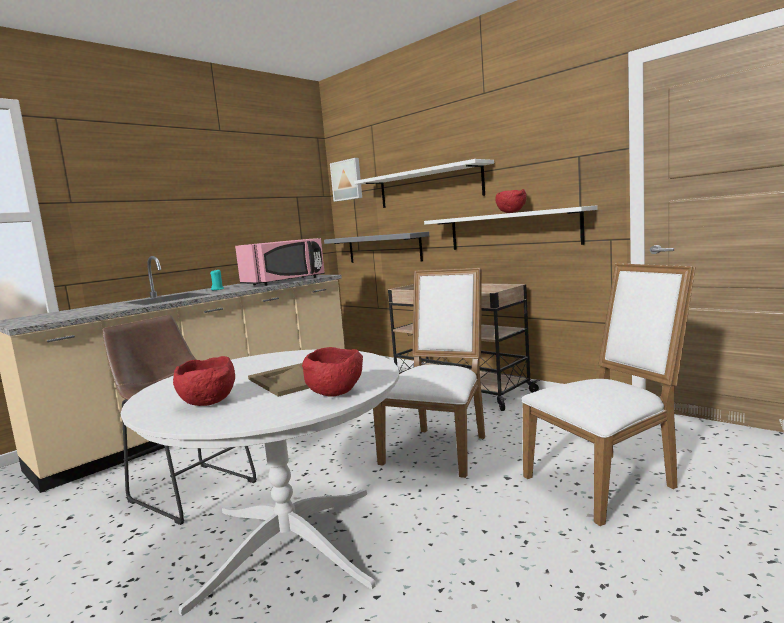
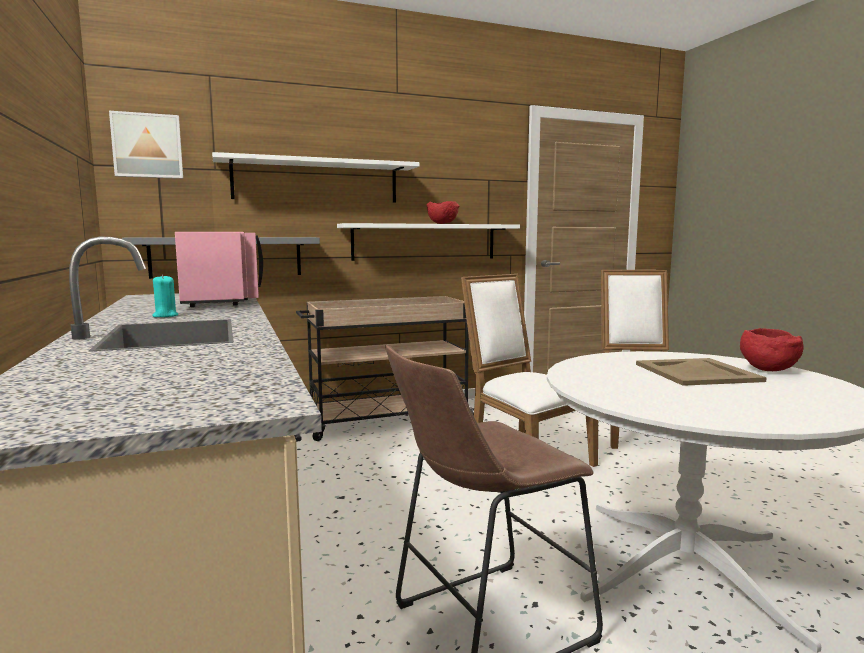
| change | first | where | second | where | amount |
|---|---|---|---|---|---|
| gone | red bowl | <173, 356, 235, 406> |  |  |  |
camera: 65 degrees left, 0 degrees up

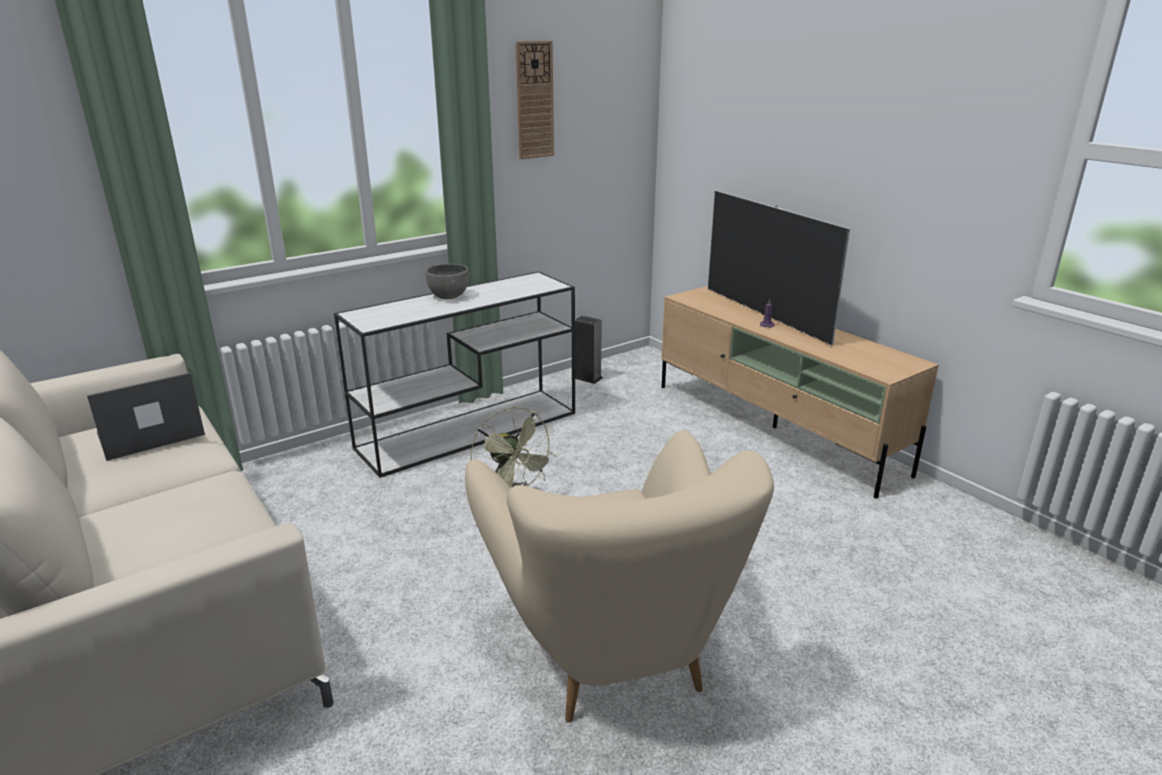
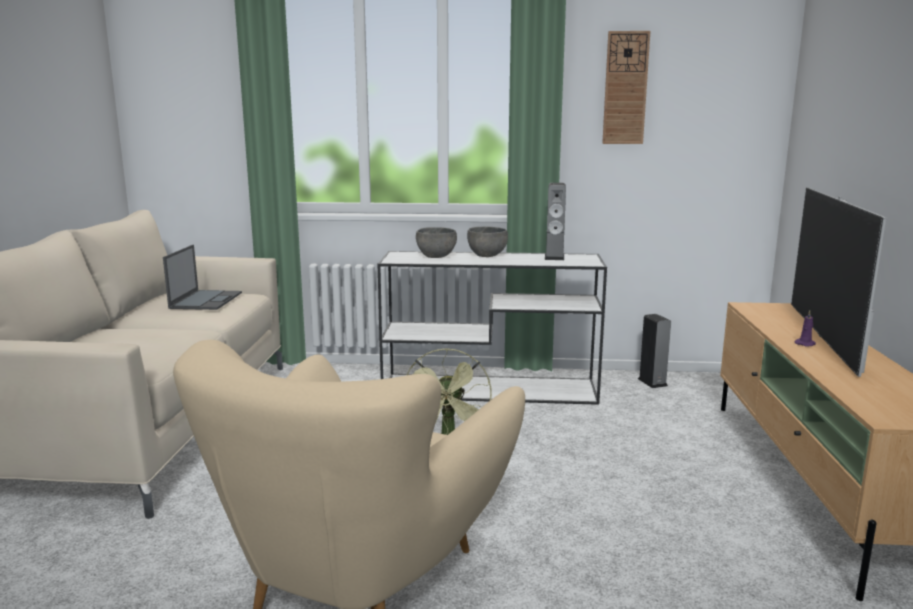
| change | first | where | second | where | amount |
|---|---|---|---|---|---|
| rotated | laptop | <87, 372, 205, 461> |  | <163, 245, 242, 310> | 90 degrees clockwise |
| new |  |  | grey bowl | <416, 227, 457, 258> |  |
| new |  |  | speaker | <545, 183, 566, 260> |  |
camera: 40 degrees right, 10 degrees down

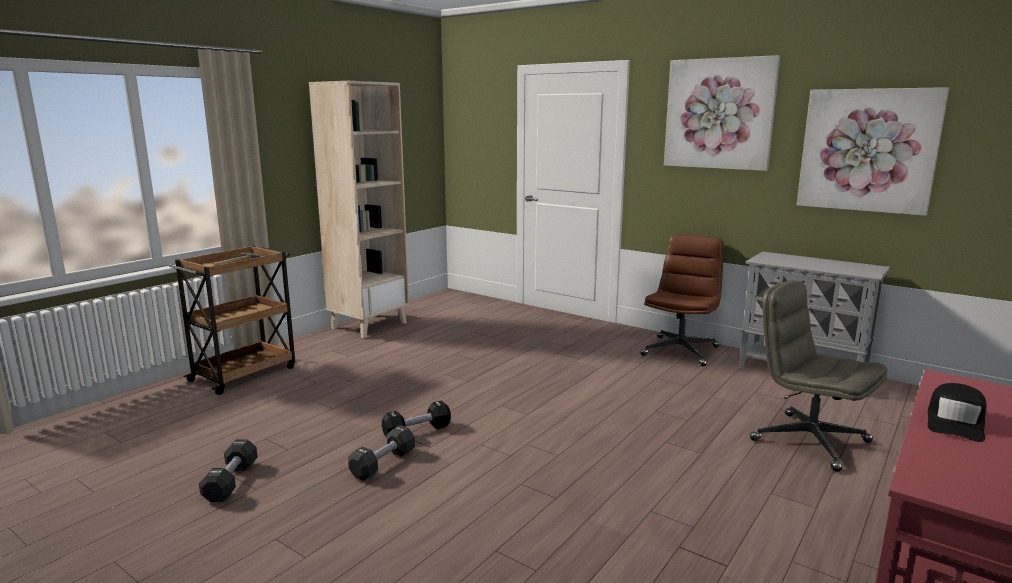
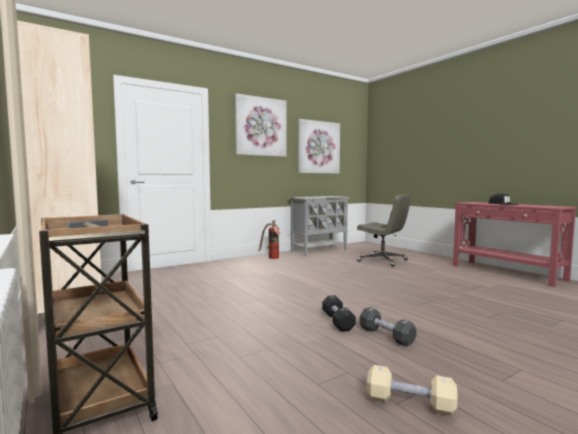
| change | first | where | second | where | amount |
|---|---|---|---|---|---|
| swapped | brown office chair | <640, 234, 724, 367> | fire extinguisher | <258, 220, 280, 259> |  |
| rotated | grey office chair | <750, 280, 888, 472> |  | <357, 194, 411, 267> | 120 degrees counterclockwise |
| repainted | black dumbbell | <199, 439, 258, 502> | beige dumbbell | <367, 365, 458, 416> |  |
camera: 70 degrees left, 10 degrees down

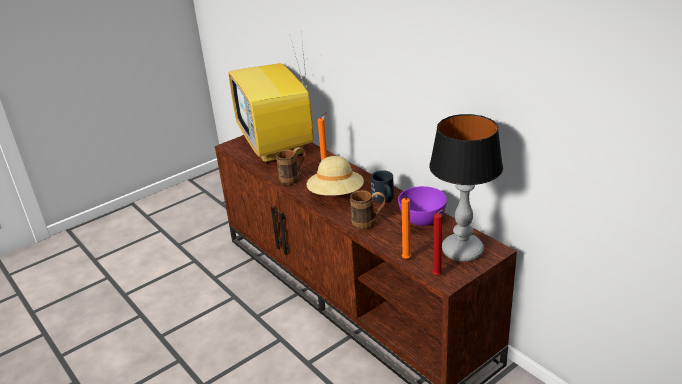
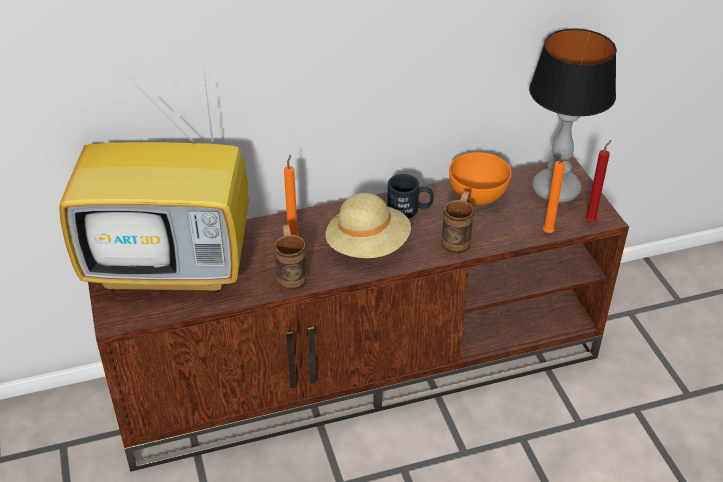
| change | first | where | second | where | amount |
|---|---|---|---|---|---|
| repainted | purple bowl | <398, 186, 447, 226> | orange bowl | <449, 152, 512, 205> |  |
camera: 70 degrees left, 10 degrees up

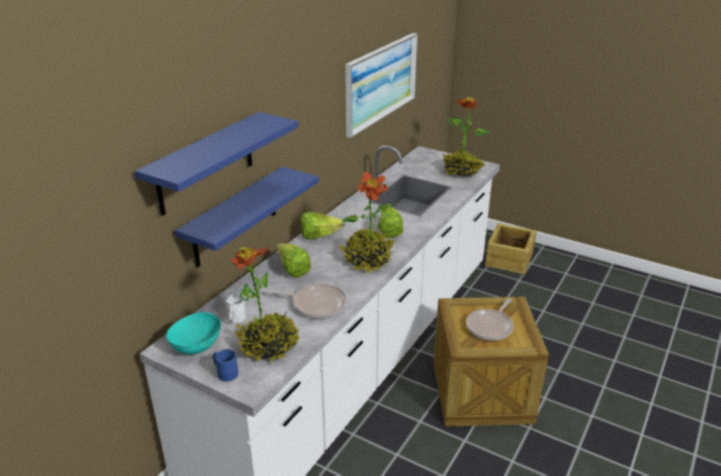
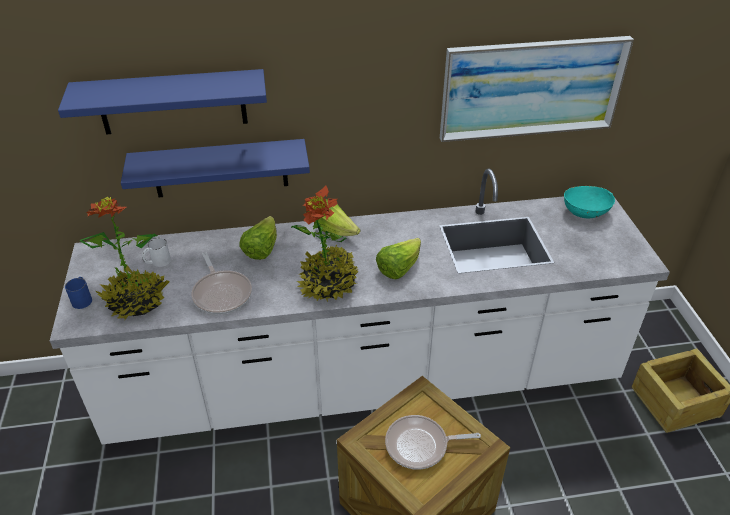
| change | first | where | second | where | amount |
|---|---|---|---|---|---|
| shifted | turquoise bowl | <166, 312, 221, 355> |  | <564, 186, 615, 218> |  |
| gone | potted plant | <443, 97, 490, 176> |  |  |  |
camera: 50 degrees right, 10 degrees up

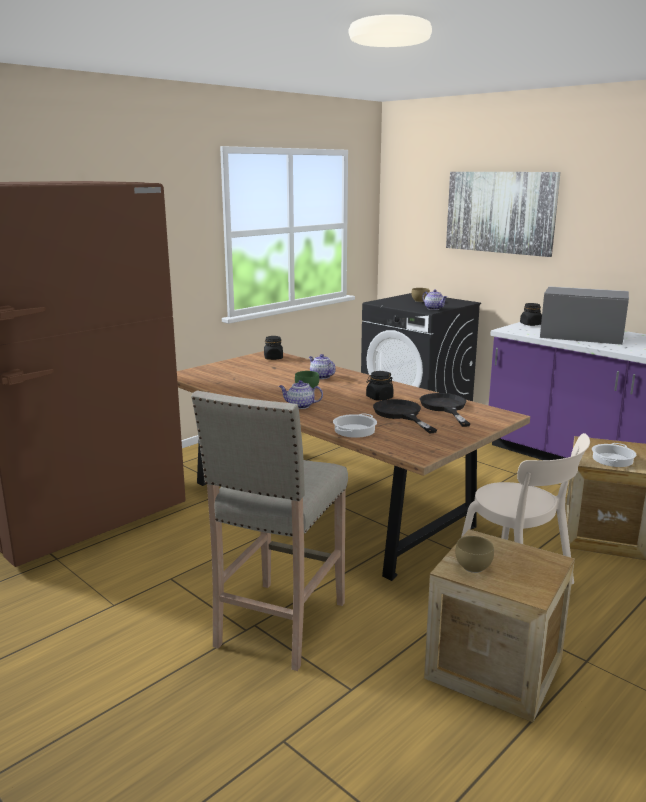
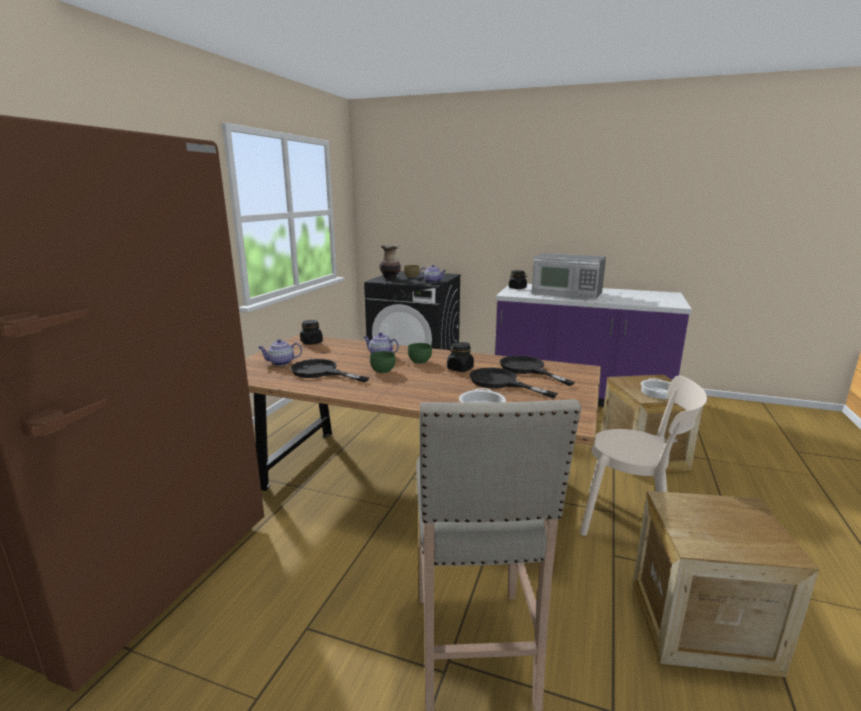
| change | first | where | second | where | amount |
|---|---|---|---|---|---|
| shifted | teapot | <279, 380, 323, 409> |  | <258, 339, 302, 366> |  |
| new |  |  | black frying pan | <291, 359, 369, 382> |  |
| new |  |  | vase | <379, 244, 401, 279> |  |
| new |  |  | green bowl | <408, 343, 432, 364> |  |
| rotated | microwave | <540, 286, 629, 345> |  | <531, 253, 606, 300> | 150 degrees counterclockwise |
| gone | picture | <446, 172, 560, 257> |  |  |  |
| gone | brown bowl | <455, 536, 494, 573> |  |  |  |
camera: 25 degrees left, 0 degrees up

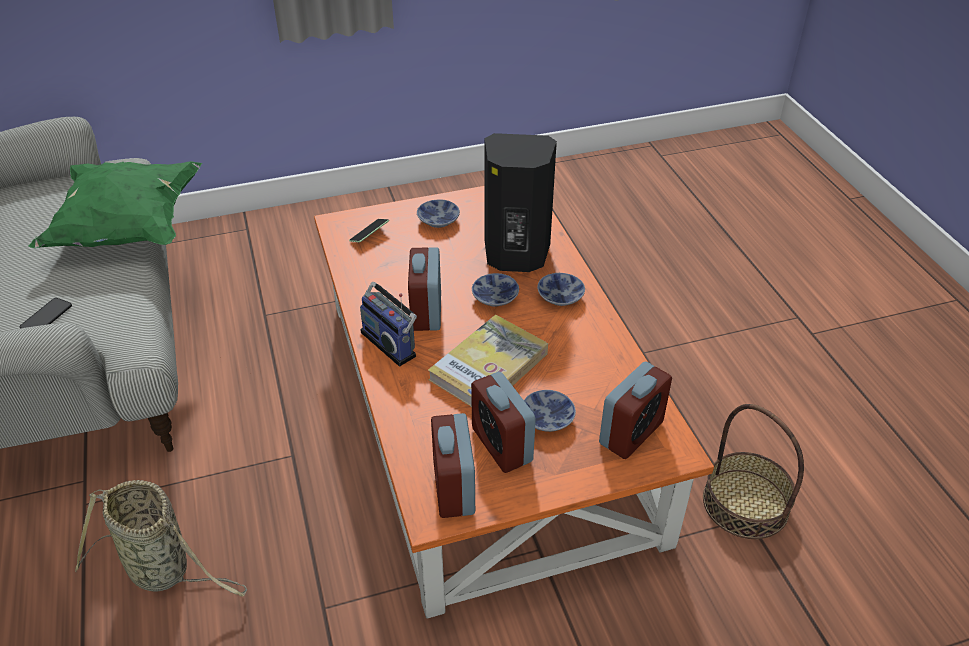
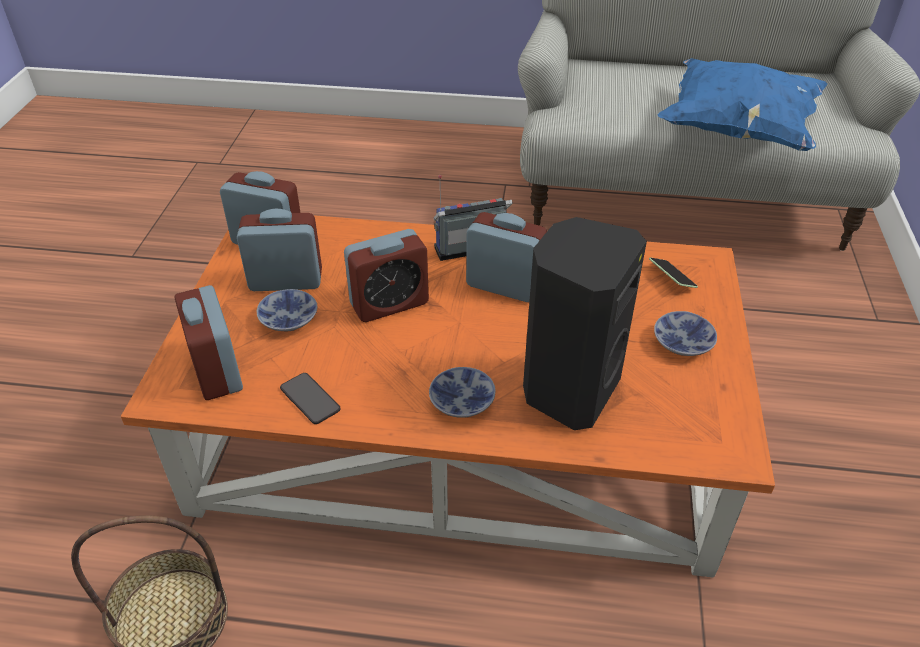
| change | first | where | second | where | amount |
|---|---|---|---|---|---|
| shifted | phone | <19, 298, 72, 328> |  | <280, 373, 341, 424> |  |
| swapped | book | <428, 315, 548, 407> | alarm clock | <344, 229, 429, 322> |  |
| repainted | green pillow | <29, 161, 202, 248> | blue pillow | <658, 58, 827, 151> |  |
| gone | basket | <75, 480, 248, 597> |  |  |  |
| gone | bowl | <472, 273, 519, 307> |  |  |  |
camera: 115 degrees right, 0 degrees up

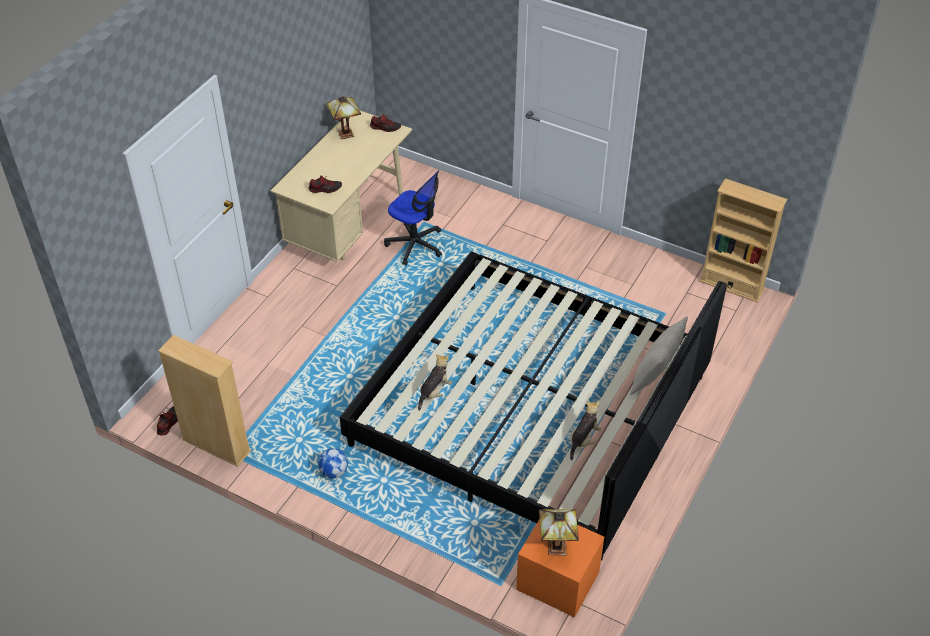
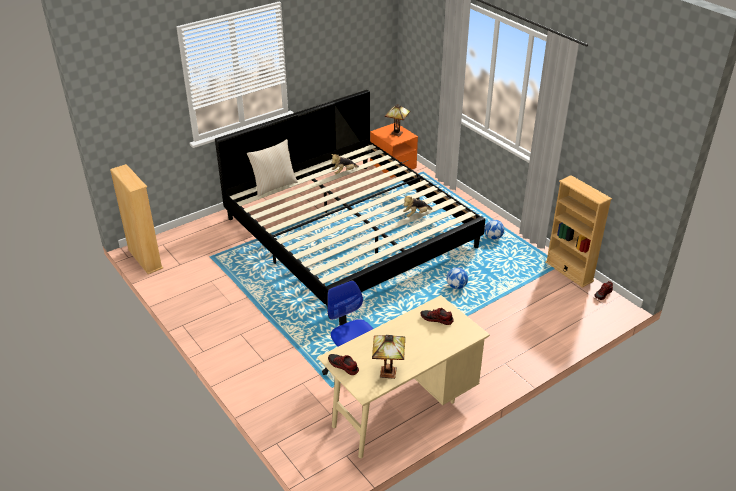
| change | first | where | second | where | amount |
|---|---|---|---|---|---|
| new |  |  | football | <446, 268, 468, 289> |  |
camera: 155 degrees left, 10 degrees down

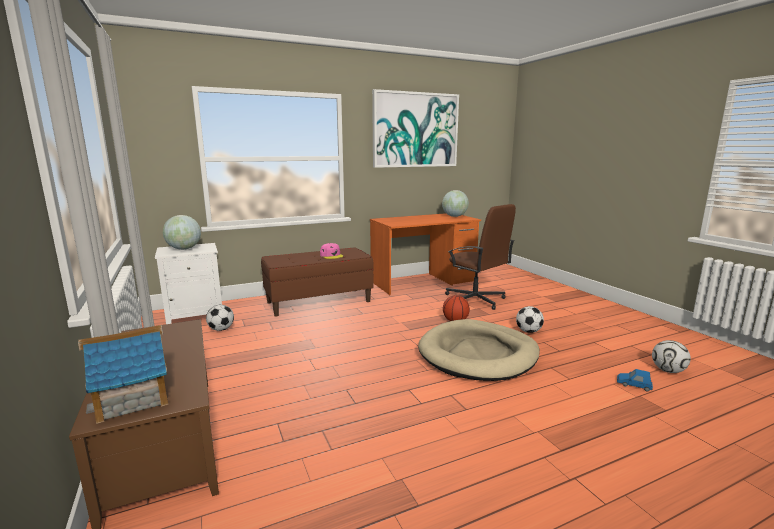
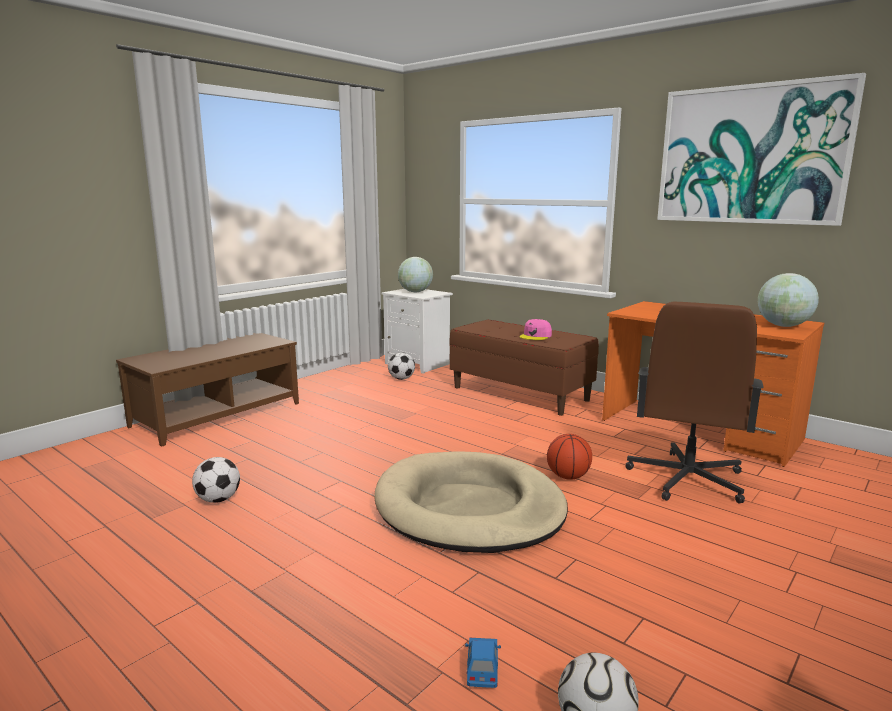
| change | first | where | second | where | amount |
|---|---|---|---|---|---|
| shifted | football | <516, 306, 544, 333> |  | <192, 457, 240, 503> |  |
| gone | toy house | <78, 325, 168, 424> |  |  |  |
camera: 65 degrees right, 0 degrees up

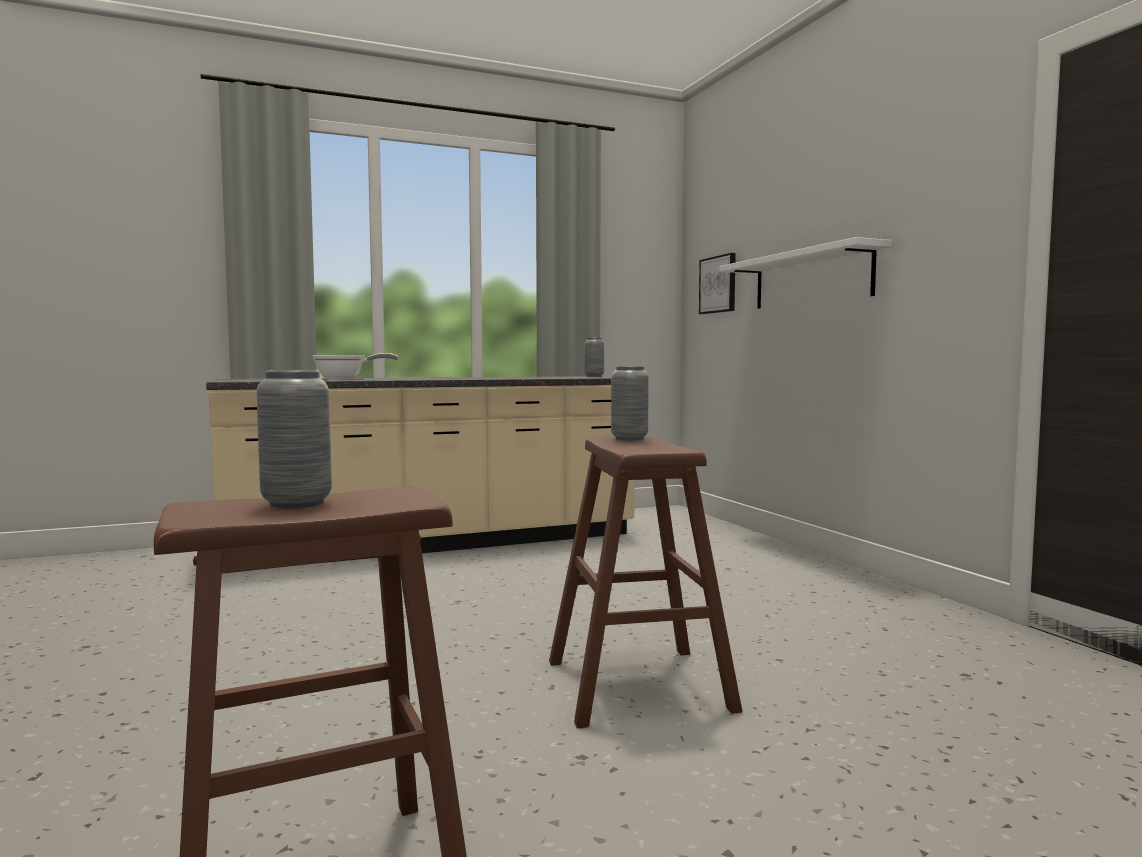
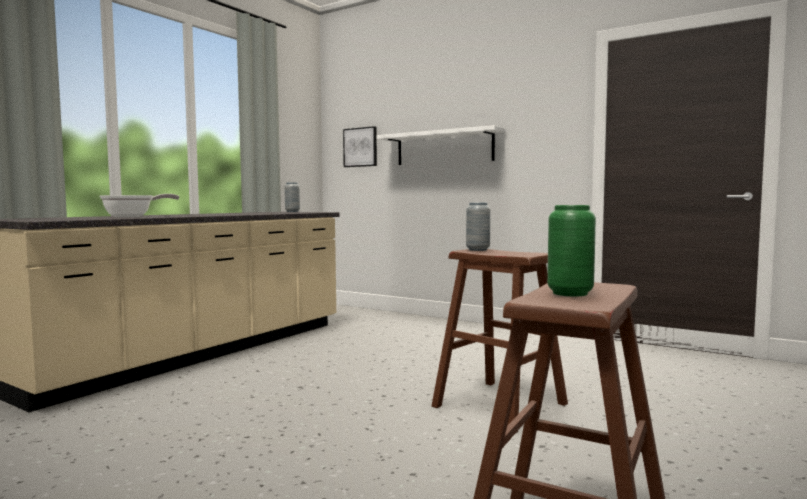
| change | first | where | second | where | amount |
|---|---|---|---|---|---|
| repainted | grey vase | <256, 370, 332, 509> | green vase | <547, 205, 596, 296> |  |
camera: 35 degrees left, 0 degrees up

